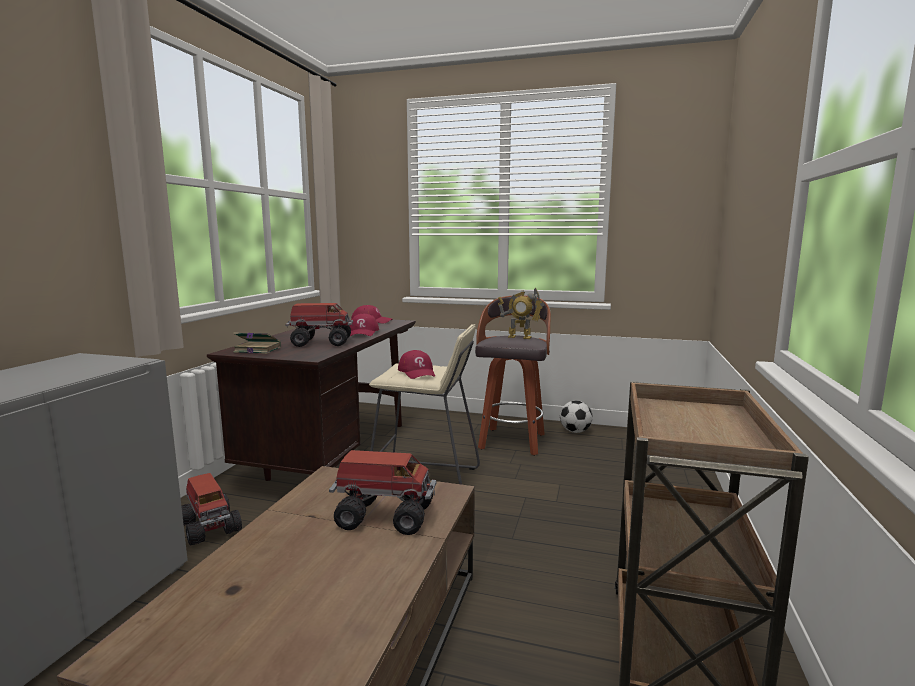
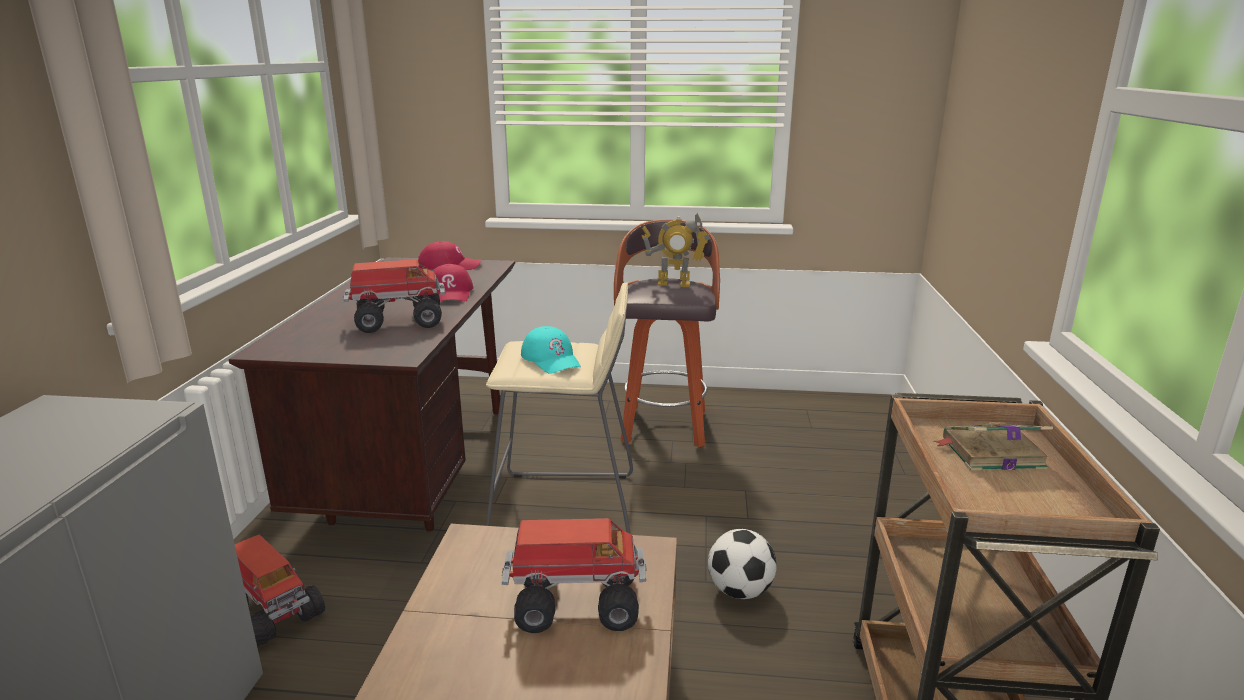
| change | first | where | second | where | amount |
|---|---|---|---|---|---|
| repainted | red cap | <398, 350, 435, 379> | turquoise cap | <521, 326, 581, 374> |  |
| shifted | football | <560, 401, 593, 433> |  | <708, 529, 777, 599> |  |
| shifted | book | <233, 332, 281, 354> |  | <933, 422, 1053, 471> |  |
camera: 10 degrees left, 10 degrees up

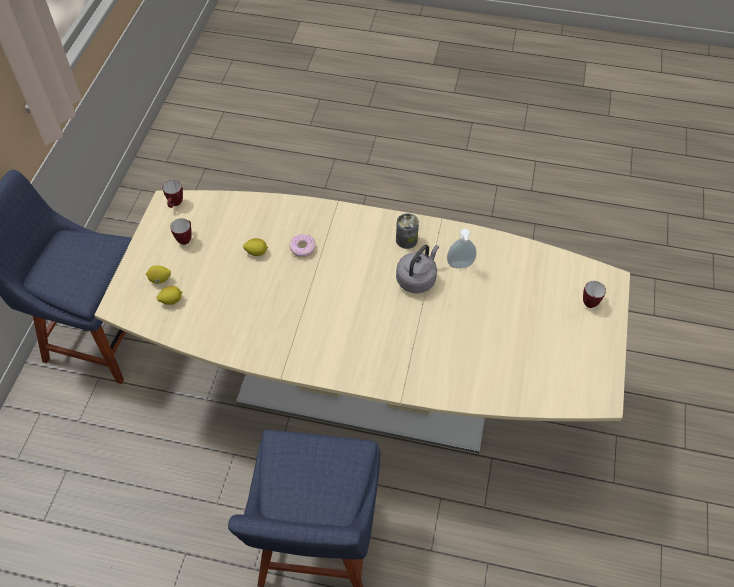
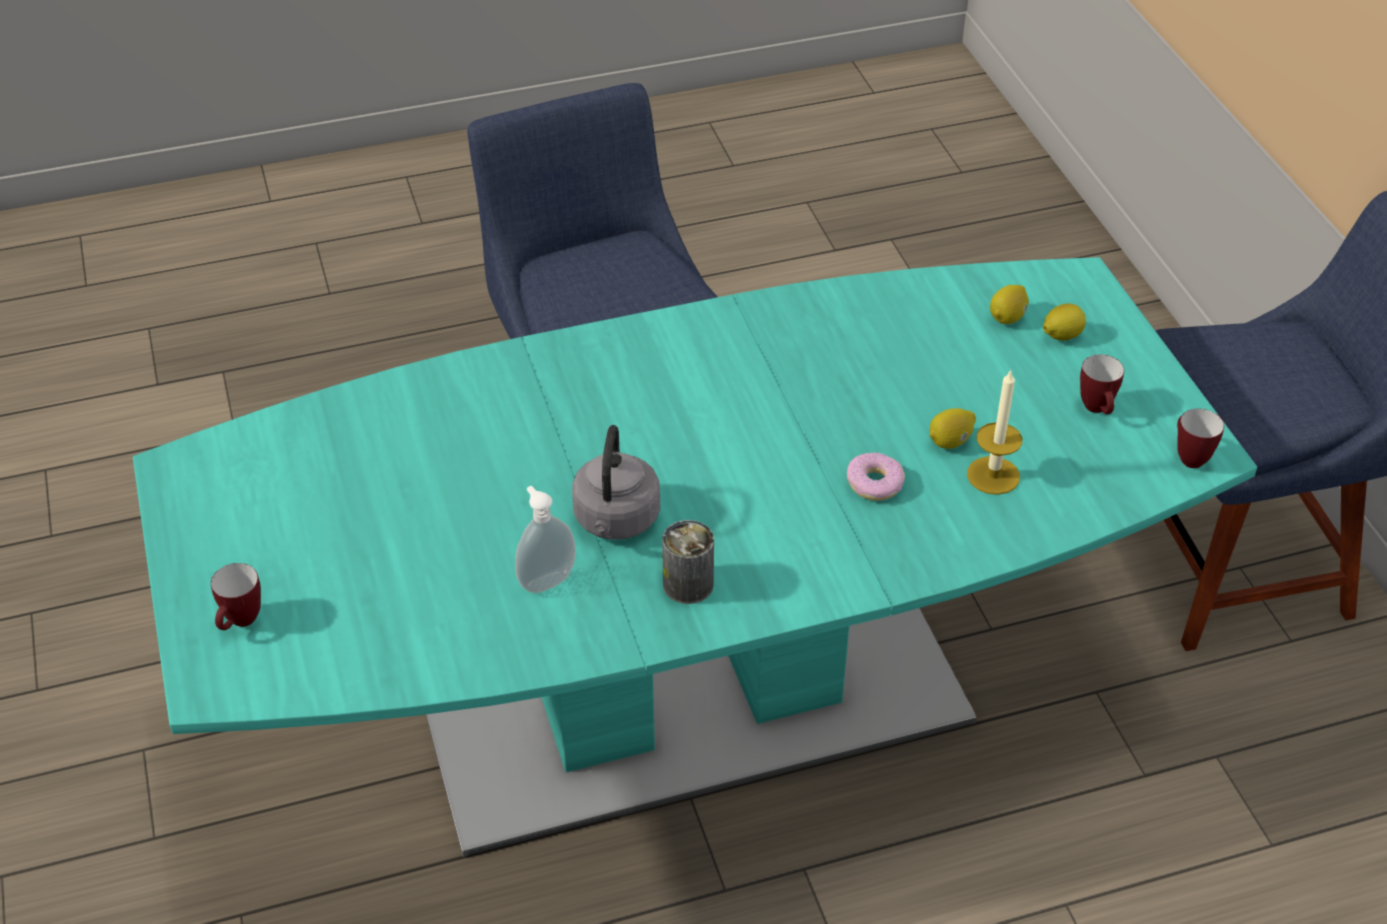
| change | first | where | second | where | amount |
|---|---|---|---|---|---|
| repainted | beige dining table | <94, 190, 630, 453> | turquoise dining table | <133, 257, 1257, 857> |  |
| new |  |  | candle | <967, 369, 1022, 495> |  |
camera: 150 degrees right, 10 degrees down

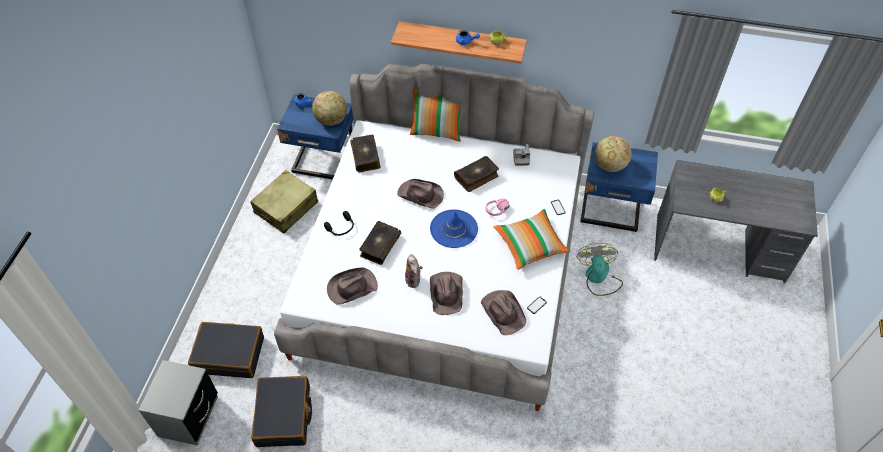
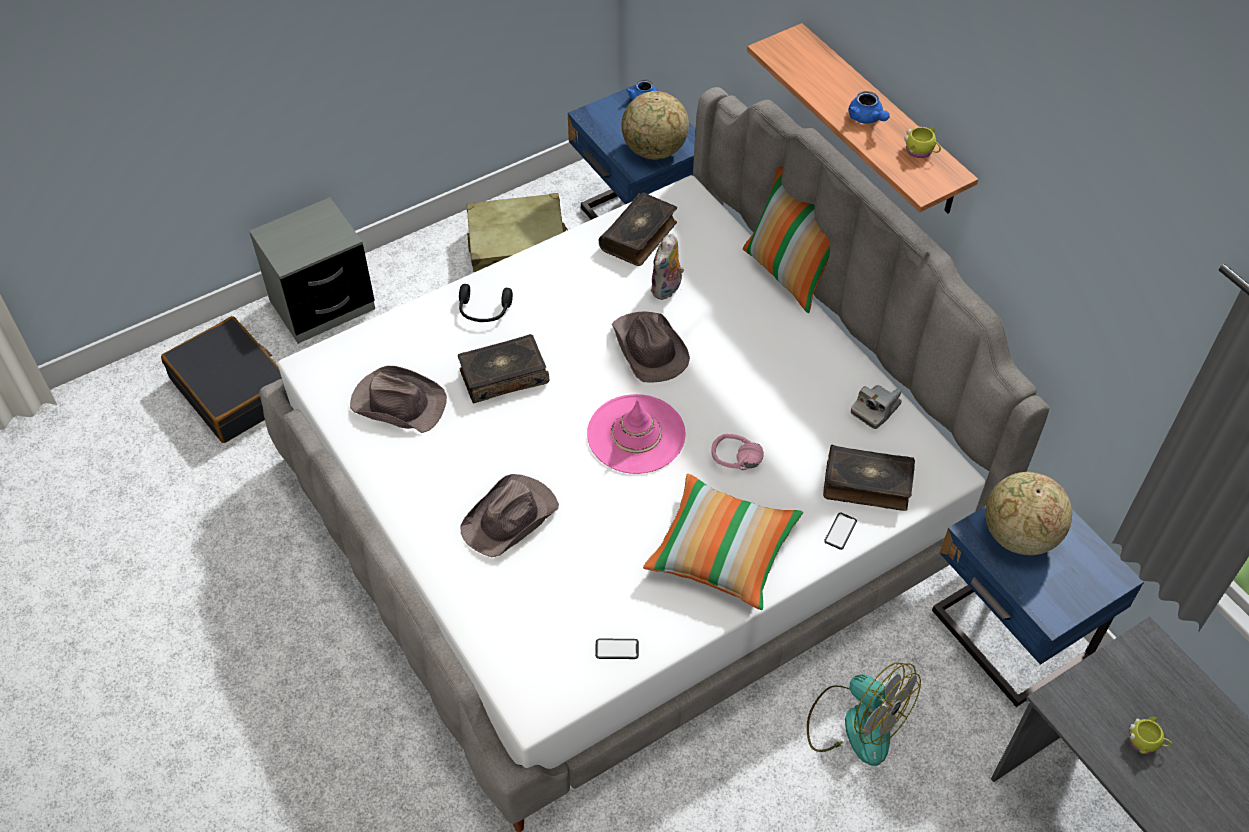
| change | first | where | second | where | amount |
|---|---|---|---|---|---|
| shifted | grey nightstand | <139, 360, 218, 445> |  | <249, 197, 375, 344> |  |
| repainted | blue hat | <430, 209, 478, 248> | pink hat | <587, 394, 685, 474> |  |
| shifted | plush toy | <405, 254, 422, 288> |  | <651, 234, 684, 300> |  |
| rotated | fan | <577, 243, 623, 296> |  | <807, 663, 921, 766> | 90 degrees clockwise |
| shifted | book | <454, 156, 499, 192> |  | <823, 445, 915, 511> |  |
| gone | black suitcase | <251, 376, 312, 447> |  |  |  |
| gone | brown hat | <481, 290, 526, 335> |  |  |  |
camera: 45 degrees right, 0 degrees up

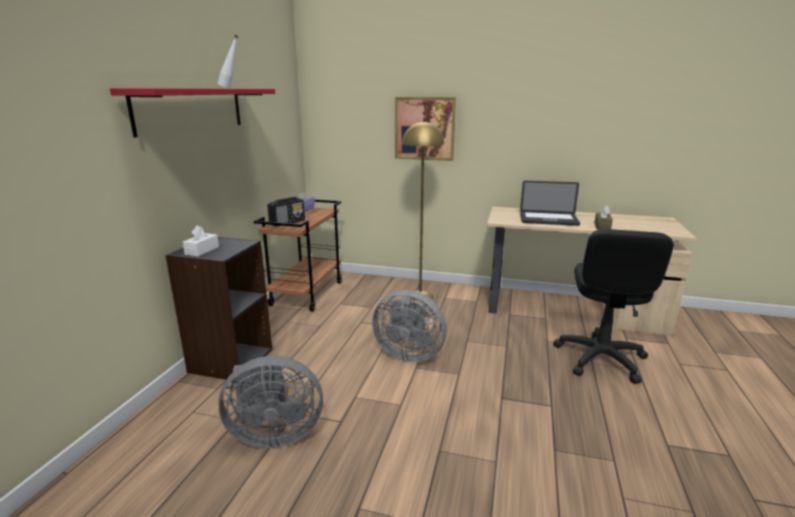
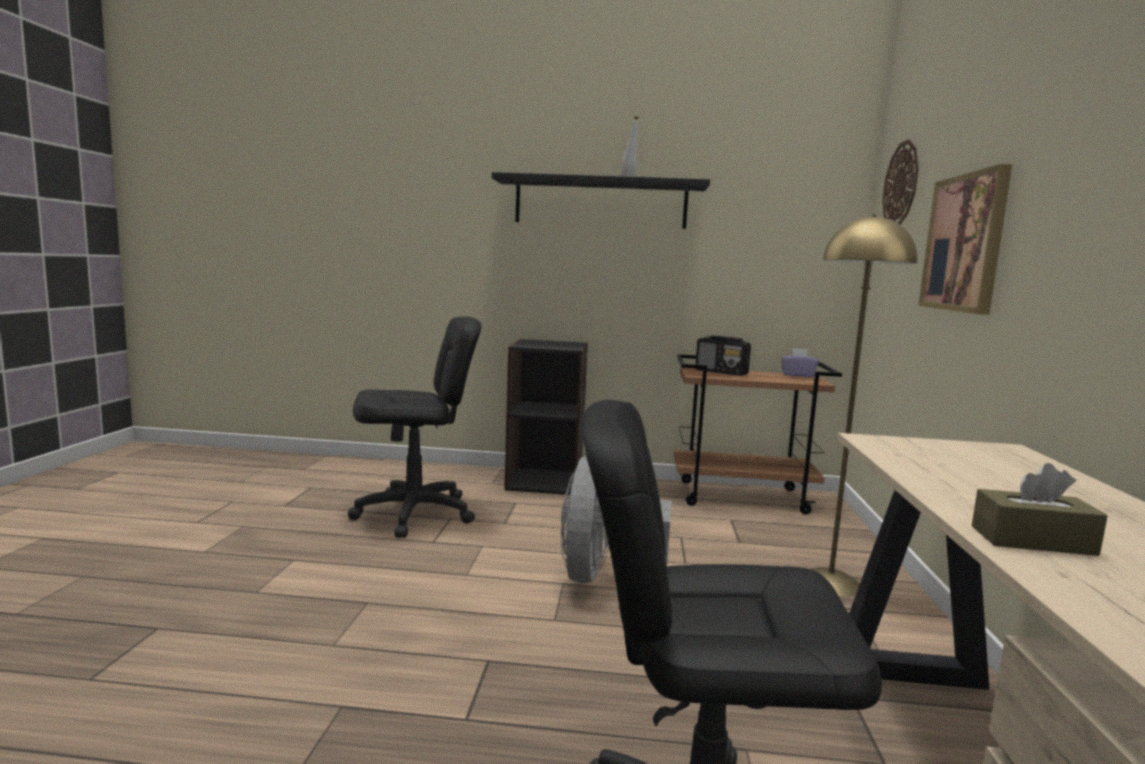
| change | first | where | second | where | amount |
|---|---|---|---|---|---|
| swapped | grey fan | <218, 356, 323, 448> | black office chair | <348, 317, 481, 538> |  |
| repainted | red shelf | <110, 88, 275, 138> | black shelf | <492, 172, 710, 229> |  |
| new |  |  | wall clock | <882, 139, 919, 225> |  |
| gone | white tissue box | <183, 225, 219, 257> |  |  |  |
| gone | laptop | <520, 181, 580, 226> |  |  |  |
camera: 80 degrees right, 10 degrees down

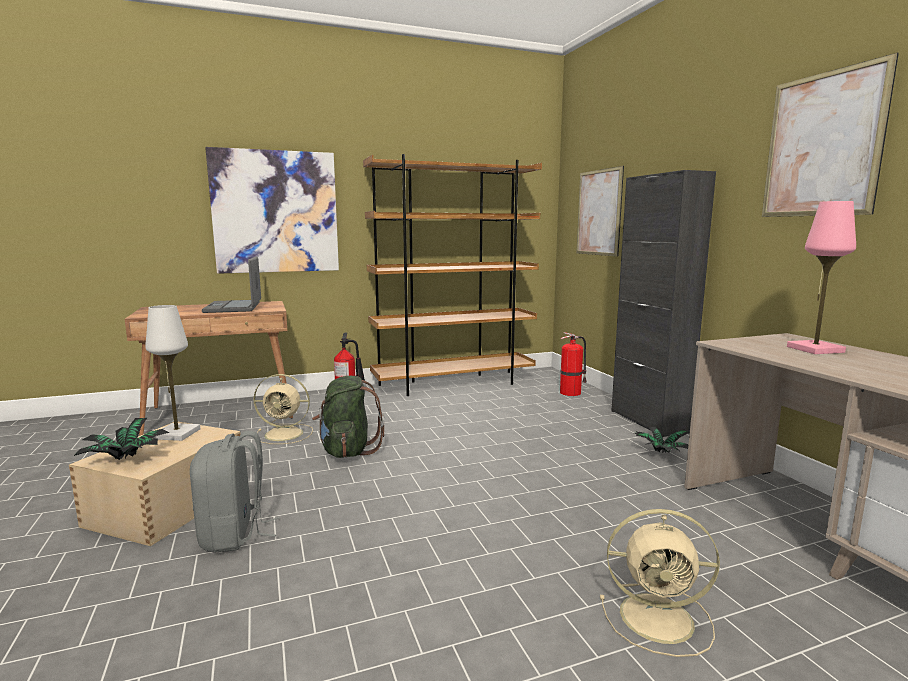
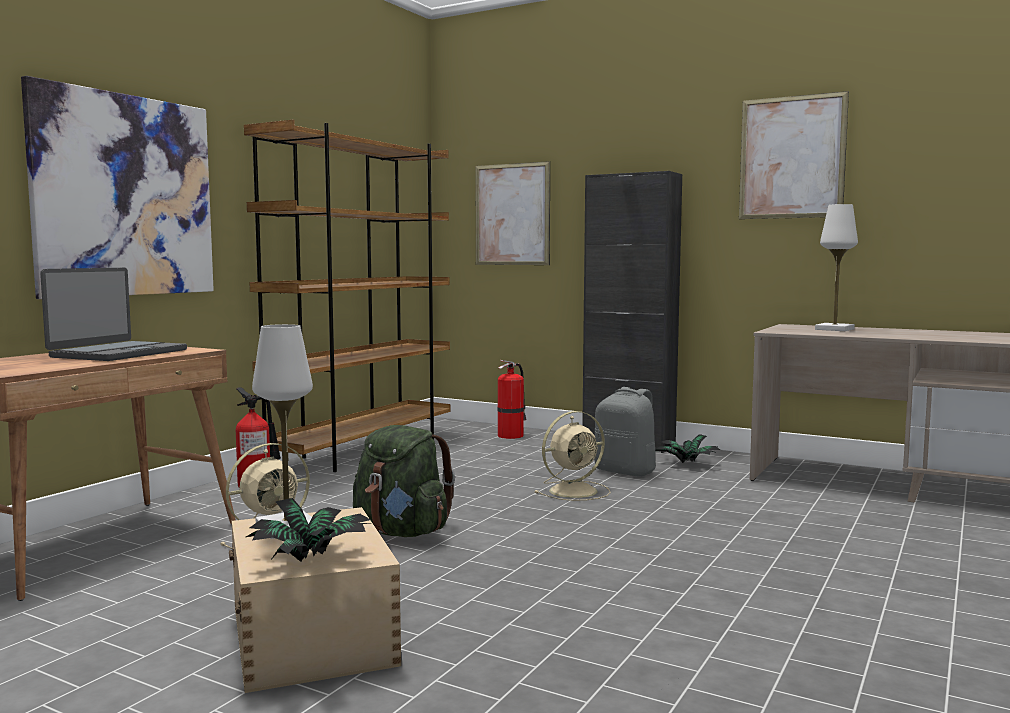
| change | first | where | second | where | amount |
|---|---|---|---|---|---|
| rotated | laptop | <202, 256, 261, 313> |  | <40, 268, 187, 361> | 105 degrees counterclockwise |
| shifted | beige fan | <600, 509, 720, 657> |  | <535, 411, 611, 501> |  |
| shifted | grey backpack | <190, 431, 280, 552> |  | <594, 387, 656, 476> |  |
| repainted | pink table lamp | <787, 201, 856, 354> | white table lamp | <815, 204, 858, 331> |  |
camera: 40 degrees left, 5 degrees down

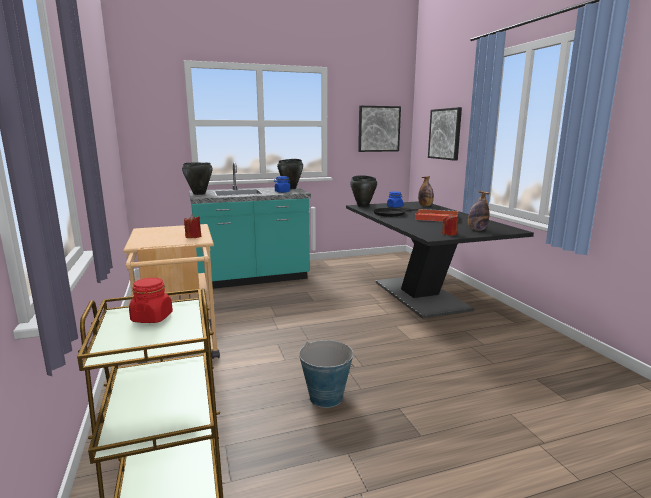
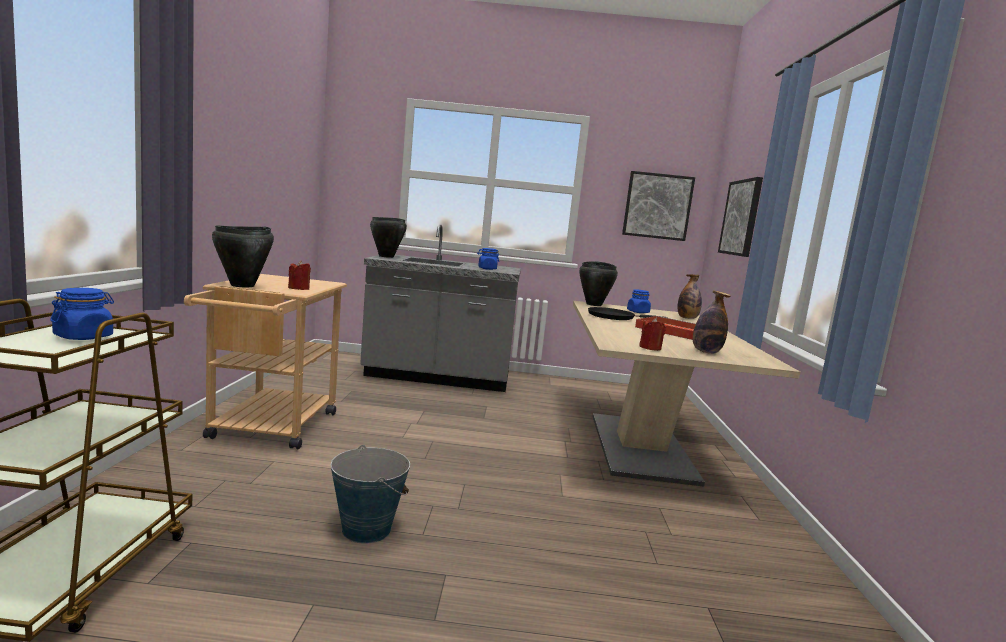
| change | first | where | second | where | amount |
|---|---|---|---|---|---|
| repainted | red jar | <129, 278, 173, 323> | blue jar | <50, 288, 114, 340> |  |
| shifted | black cooking pot | <277, 159, 303, 189> |  | <212, 226, 274, 287> |  |
| repainted | turquoise counter | <189, 162, 311, 289> | grey counter | <360, 224, 521, 392> |  |
| repainted | black dining table | <346, 201, 534, 319> | beige dining table | <573, 301, 800, 487> |  |
camera: 20 degrees right, 5 degrees down

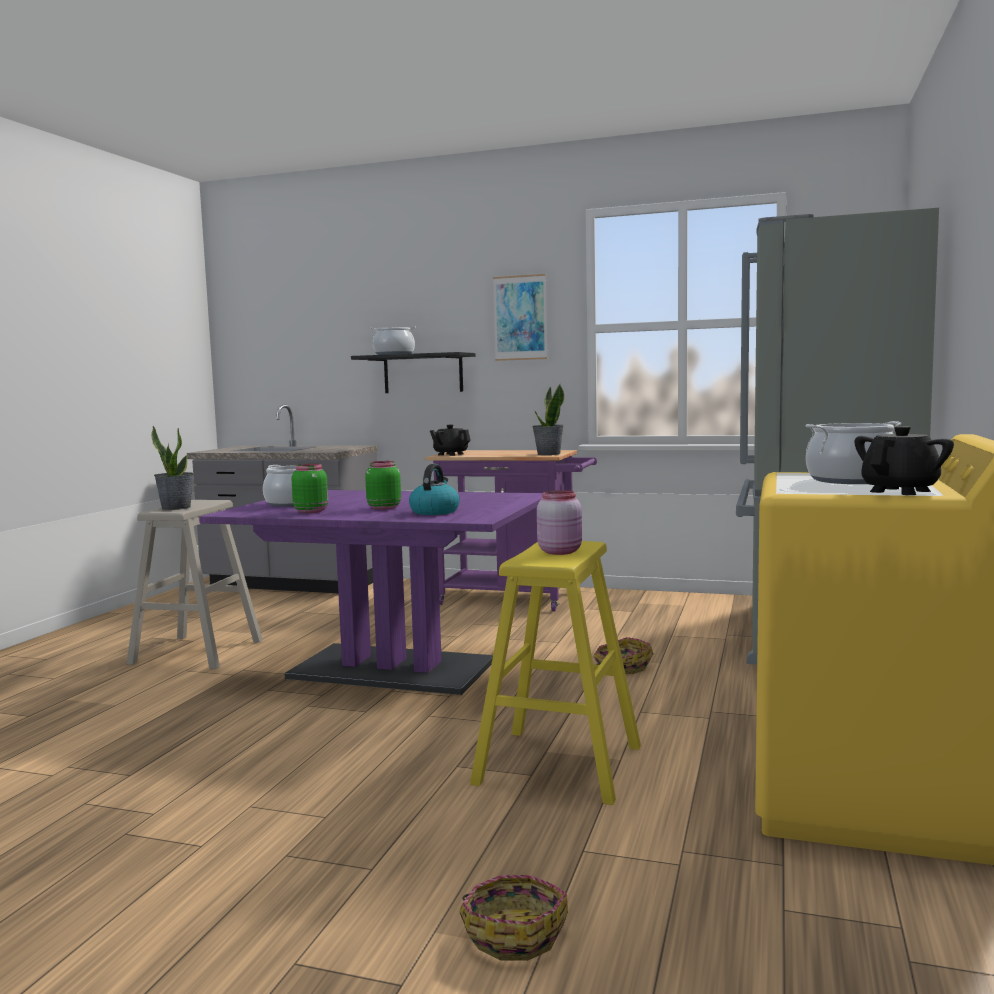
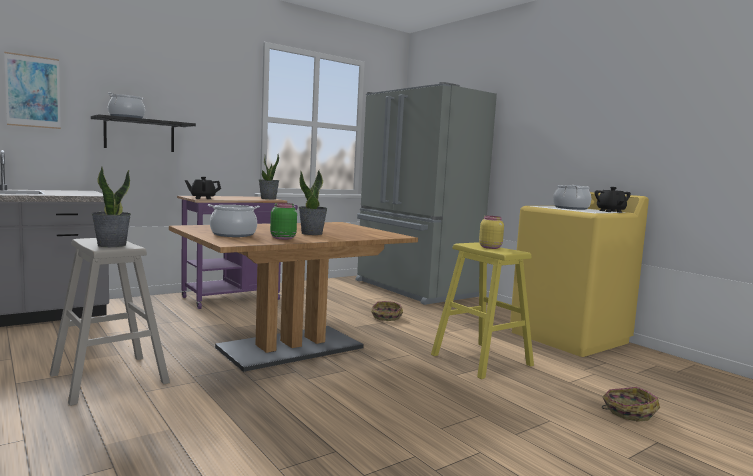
| change | first | where | second | where | amount |
|---|---|---|---|---|---|
| shifted | picture | <493, 274, 548, 361> |  | <4, 52, 61, 129> |  |
| repainted | purple dining table | <199, 490, 543, 695> | brown dining table | <169, 222, 418, 372> |  |
| swapped | green jar | <365, 461, 401, 510> | potted plant | <298, 170, 328, 235> |  |
| repainted | pink jar | <537, 490, 582, 555> | yellow jar | <479, 216, 504, 249> |  |
| gone | kettle | <409, 464, 460, 515> |  |  |  |
camera: 55 degrees left, 0 degrees up

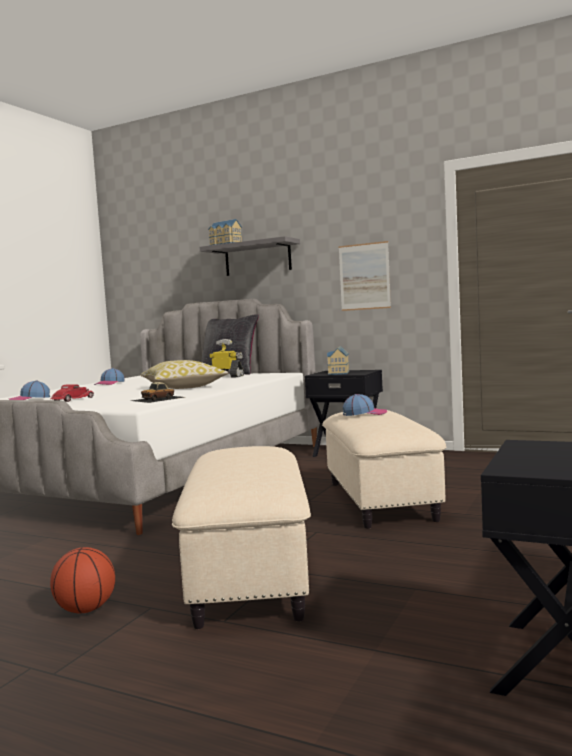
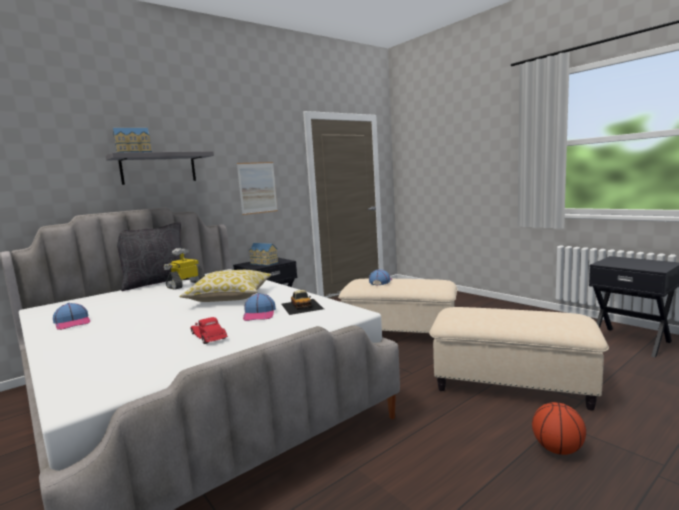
| change | first | where | second | where | amount |
|---|---|---|---|---|---|
| shifted | cap | <9, 380, 50, 400> |  | <243, 293, 276, 321> |  |
camera: 65 degrees left, 5 degrees up

